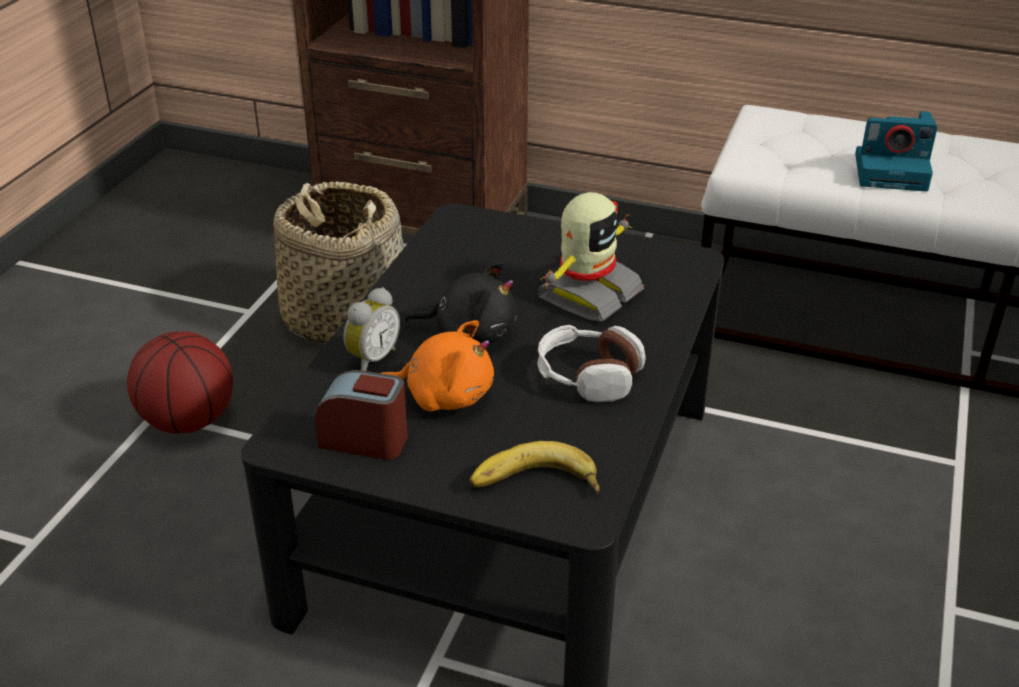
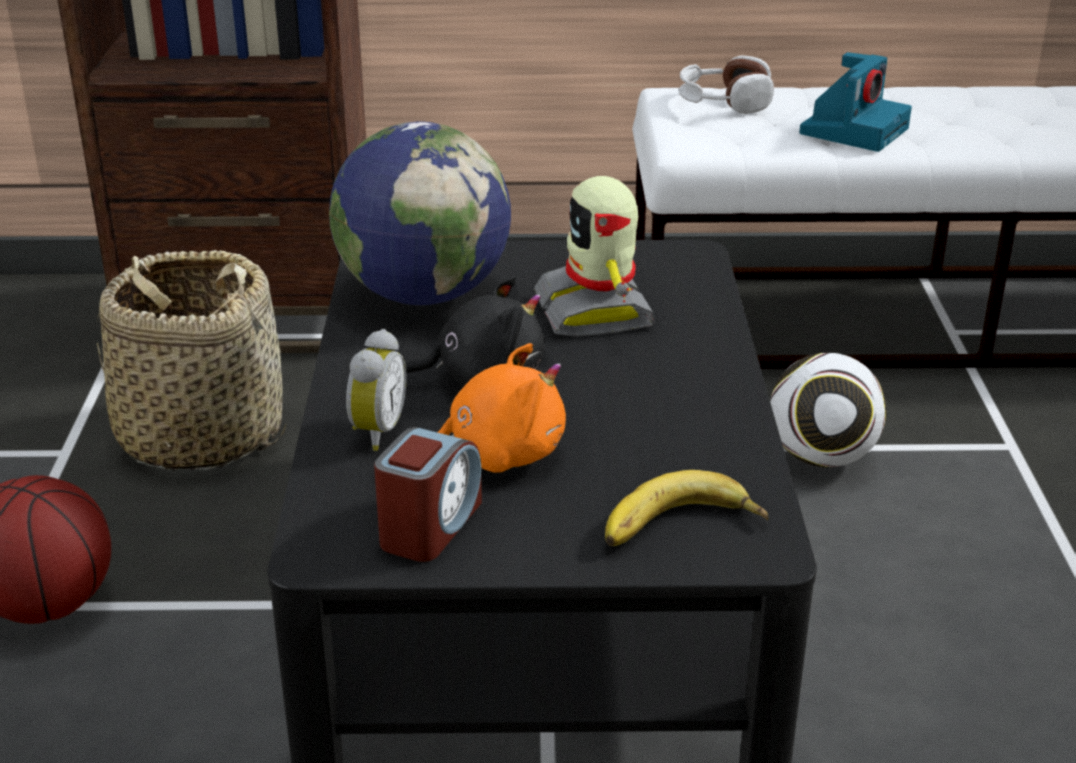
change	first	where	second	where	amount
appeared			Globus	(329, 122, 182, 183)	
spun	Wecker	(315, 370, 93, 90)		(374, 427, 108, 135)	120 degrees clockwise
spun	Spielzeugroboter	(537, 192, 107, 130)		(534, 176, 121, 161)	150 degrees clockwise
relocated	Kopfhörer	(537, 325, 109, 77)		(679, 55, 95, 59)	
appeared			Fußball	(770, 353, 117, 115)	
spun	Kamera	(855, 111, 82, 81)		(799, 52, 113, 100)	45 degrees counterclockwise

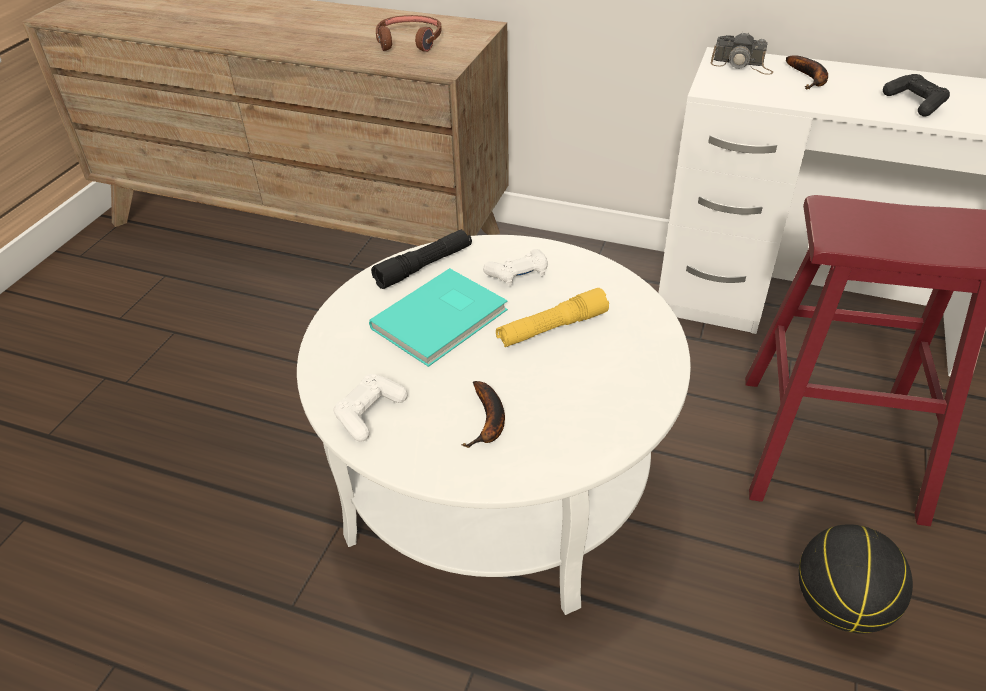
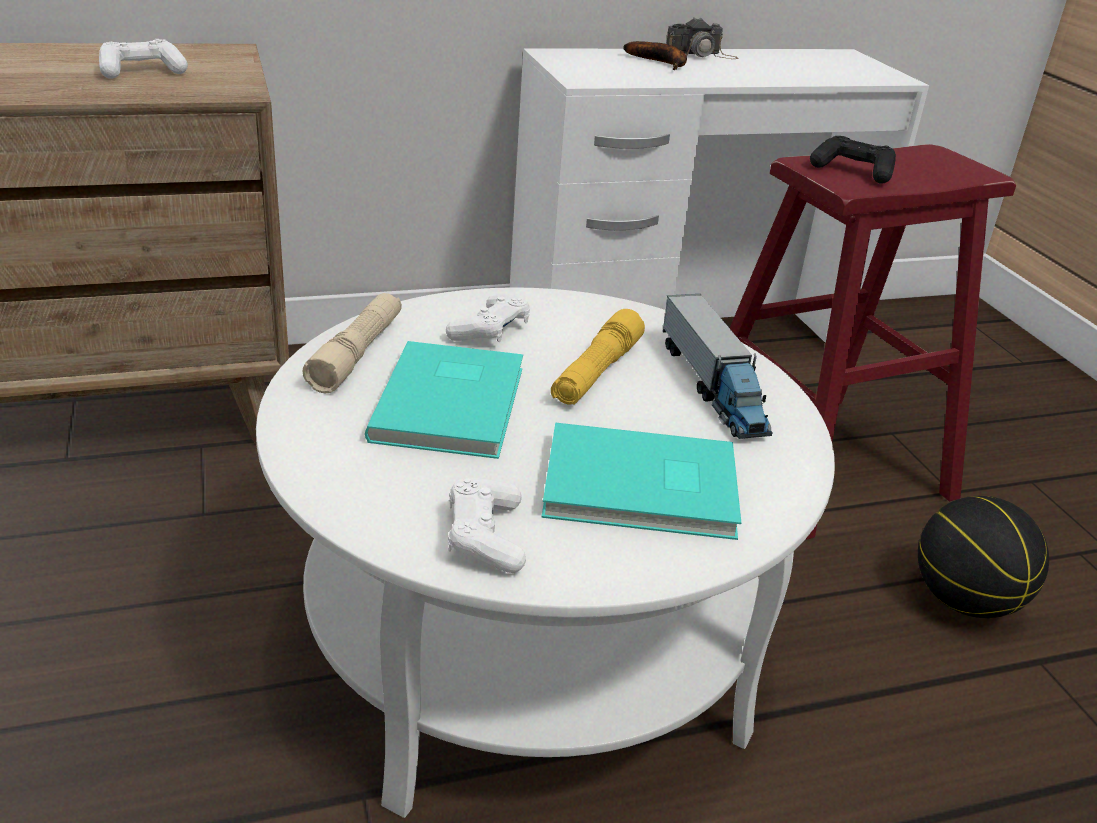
change	first	where	second	where	amount
exchanged	Kopfhörer/braun	(376, 15, 66, 37)	Gamepad/weiß	(99, 39, 89, 40)	
colour	Taschenlampe/schwarz	(371, 229, 101, 60)	Taschenlampe/beige	(303, 293, 99, 100)	
exchanged	Banane	(461, 381, 44, 67)	Buch/türkis	(541, 422, 200, 118)	
appeared			Spielzeuglaster	(663, 294, 110, 145)	
relocated	Kamera	(711, 32, 62, 43)		(667, 17, 72, 42)	
relocated	Gamepad/schwarz	(883, 74, 67, 42)		(810, 136, 86, 48)	

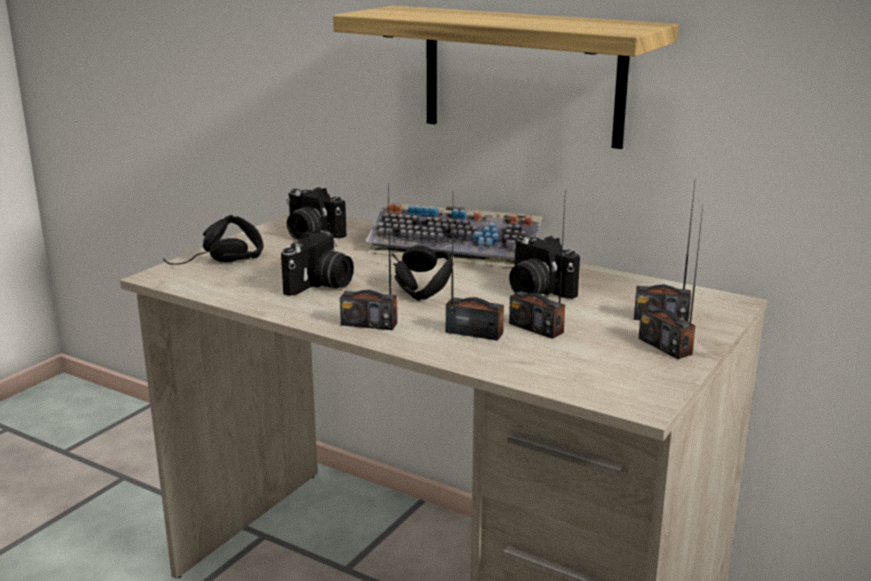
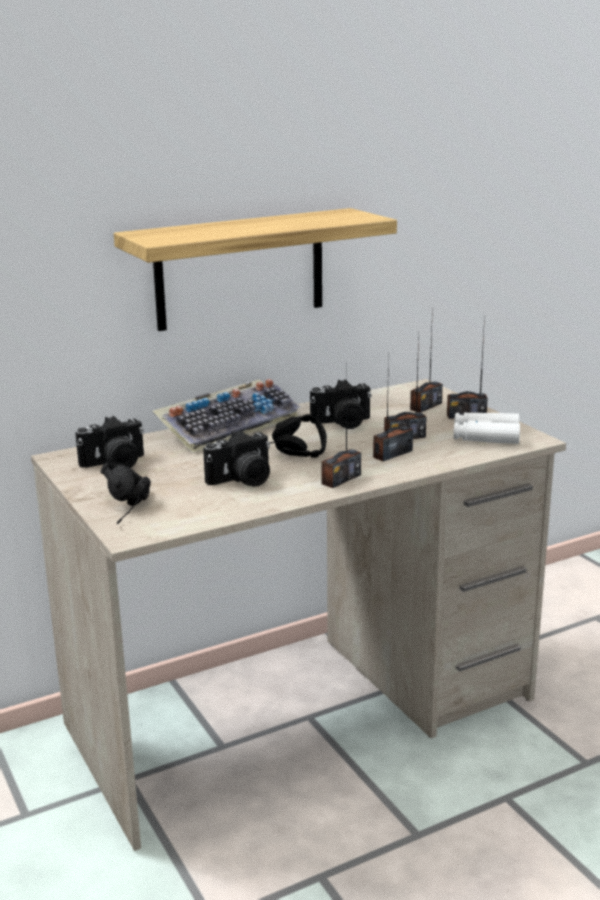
change	first	where	second	where	amount
spun	Kamera	(281, 230, 73, 66)		(203, 430, 67, 57)	90 degrees clockwise
appeared			Fernglas/weiß	(453, 412, 67, 32)	

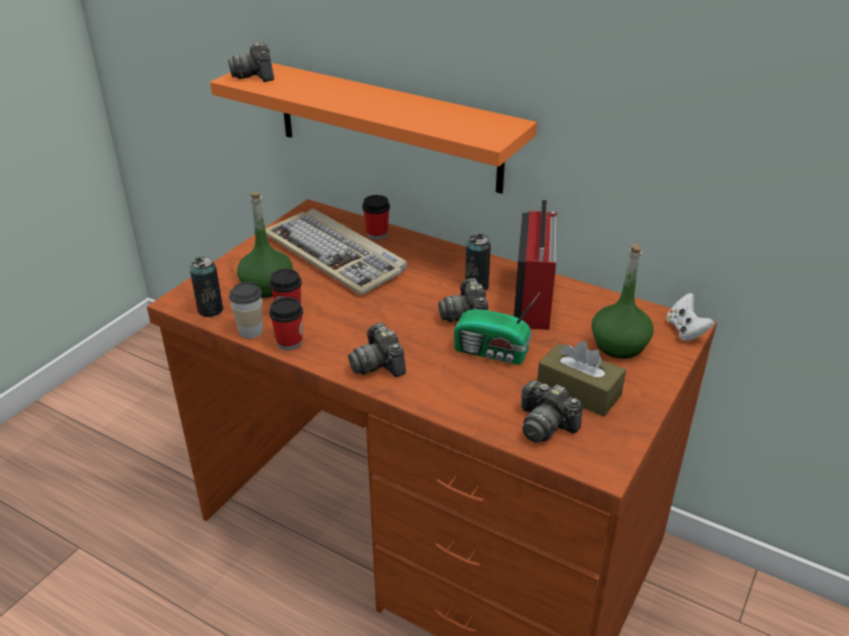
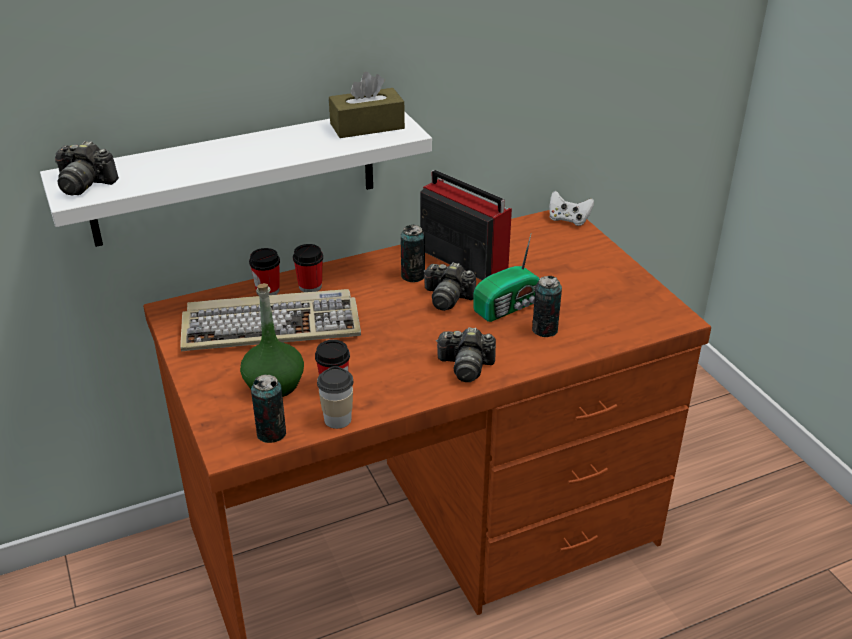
change	first	where	second	where	amount
colour	Wandregal/orange	(210, 63, 327, 131)	Wandregal/weiß	(40, 111, 392, 136)	
relocated	Tasse	(269, 297, 34, 53)		(293, 244, 30, 48)	
relocated	Taschentuchbox/braun	(537, 341, 89, 76)		(329, 72, 76, 66)	
appeared			Dose	(532, 276, 30, 61)	
missing	Kamera	(521, 380, 62, 63)			
missing	Flasche/grün	(592, 244, 61, 115)			

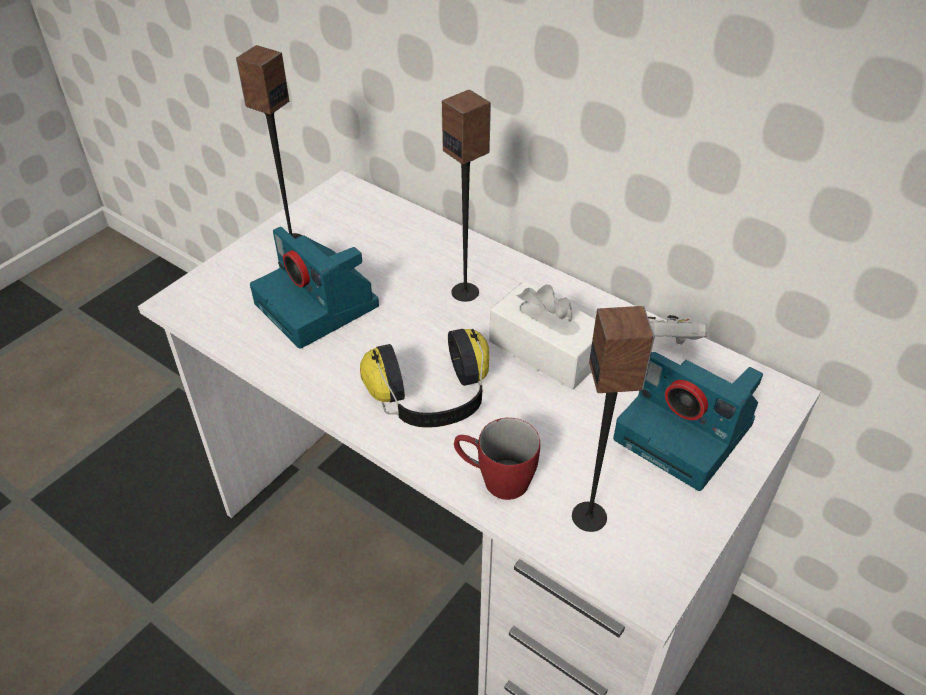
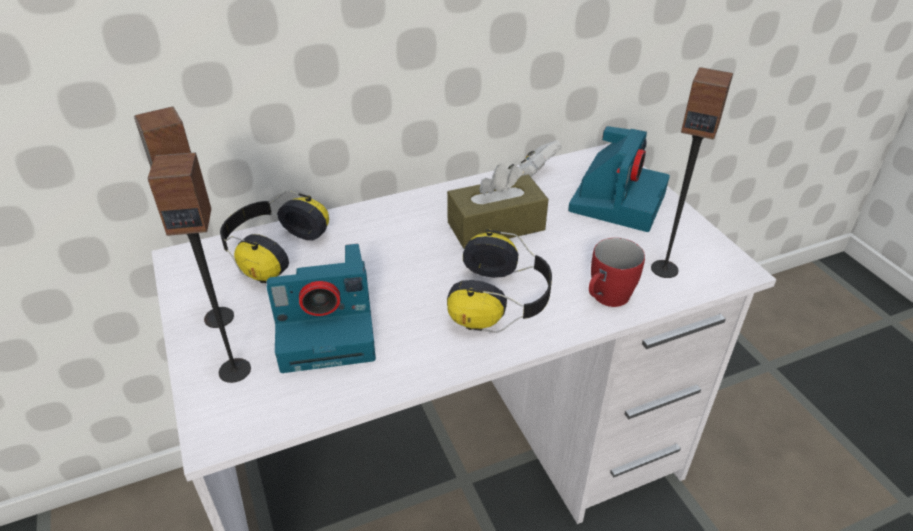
change	first	where	second	where	amount
relocated	Lautsprecher	(442, 90, 49, 212)		(148, 152, 103, 231)	
appeared			Kopfhörer	(220, 190, 109, 93)	
colour	Taschentuchbox/weiß	(489, 281, 106, 109)	Taschentuchbox/braun	(447, 164, 101, 85)	
spun	Kamera	(613, 352, 150, 139)		(568, 126, 102, 106)	45 degrees counterclockwise

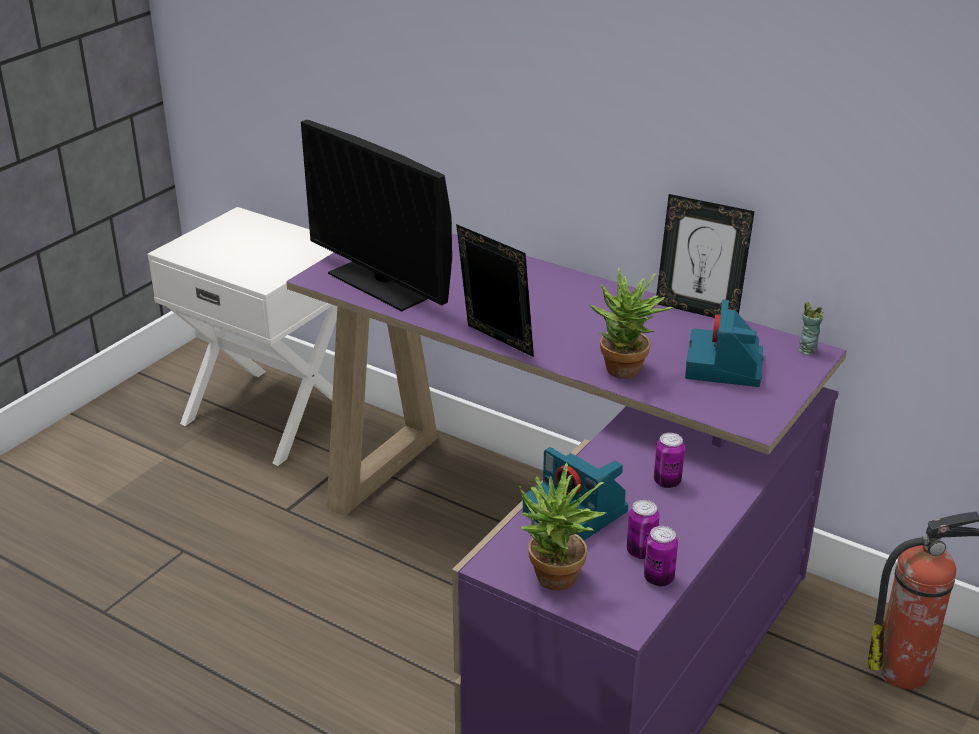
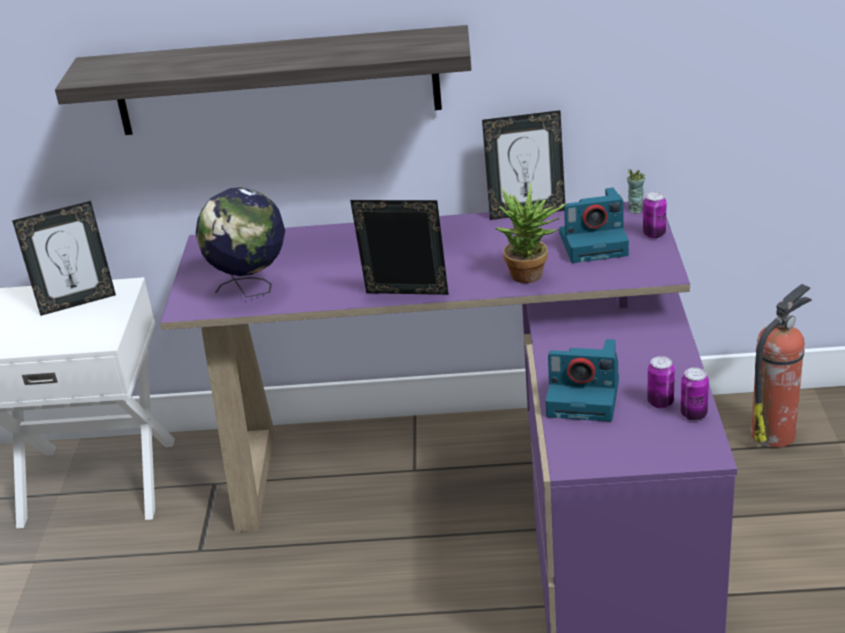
change	first	where	second	where	amount
appeared			Bilderrahmen	(12, 201, 104, 115)	
appeared			Wandregal	(55, 25, 416, 110)	
exchanged	Monitor	(301, 120, 151, 191)	Globus	(196, 187, 89, 111)	
spun	Kamera	(685, 299, 79, 88)		(559, 188, 70, 75)	75 degrees counterclockwise
relocated	Dose	(654, 433, 31, 55)		(643, 192, 23, 46)	
missing	Topfpflanze	(519, 463, 87, 128)			

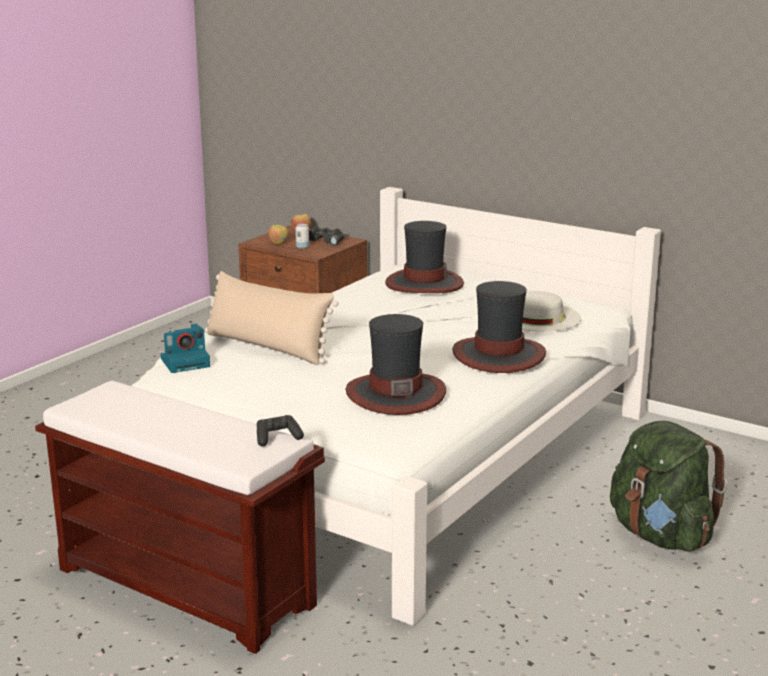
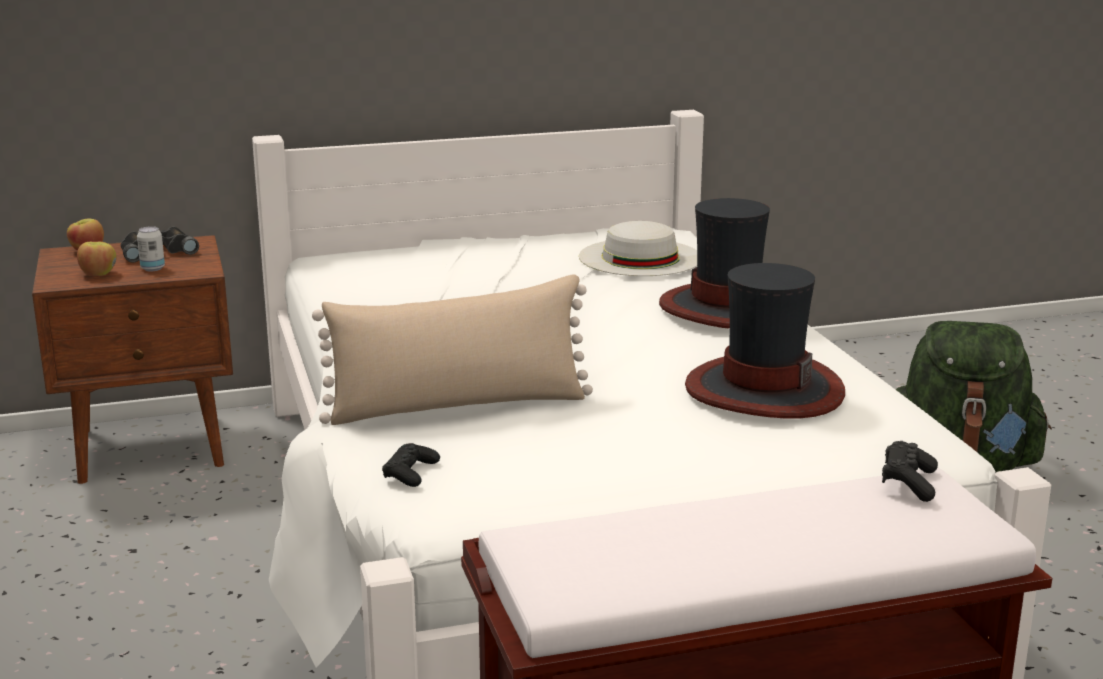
change	first	where	second	where	amount
exchanged	Kamera	(160, 324, 50, 49)	Gamepad/schwarz	(382, 443, 58, 44)	
missing	Hut	(385, 221, 79, 72)			

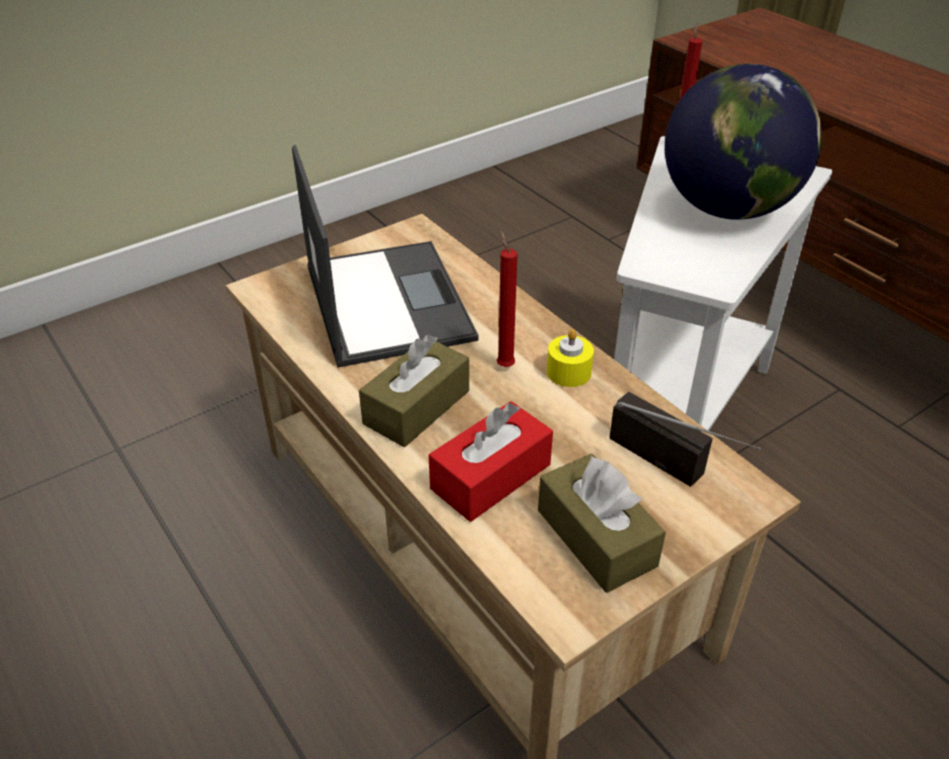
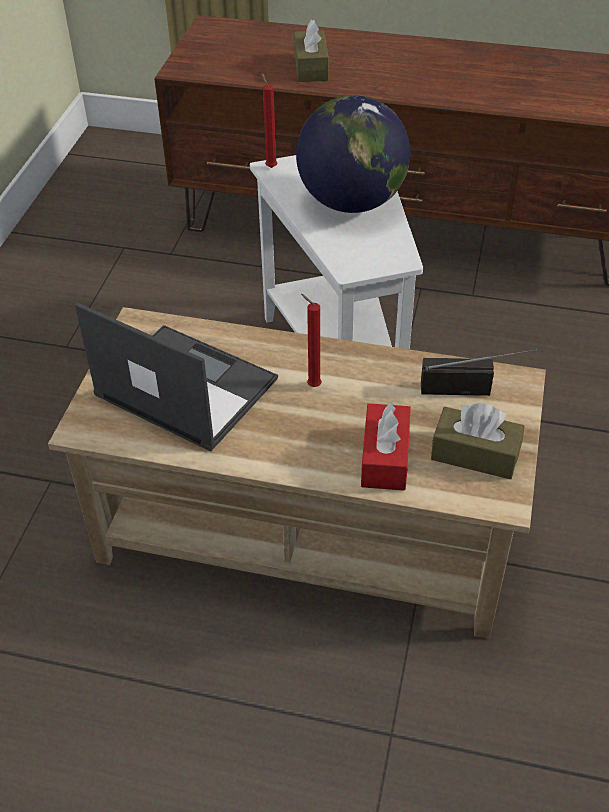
change	first	where	second	where	amount
relocated	Taschentuchbox/braun	(359, 334, 110, 113)		(294, 20, 35, 62)	
missing	Kerze/gelb	(547, 329, 47, 58)			

